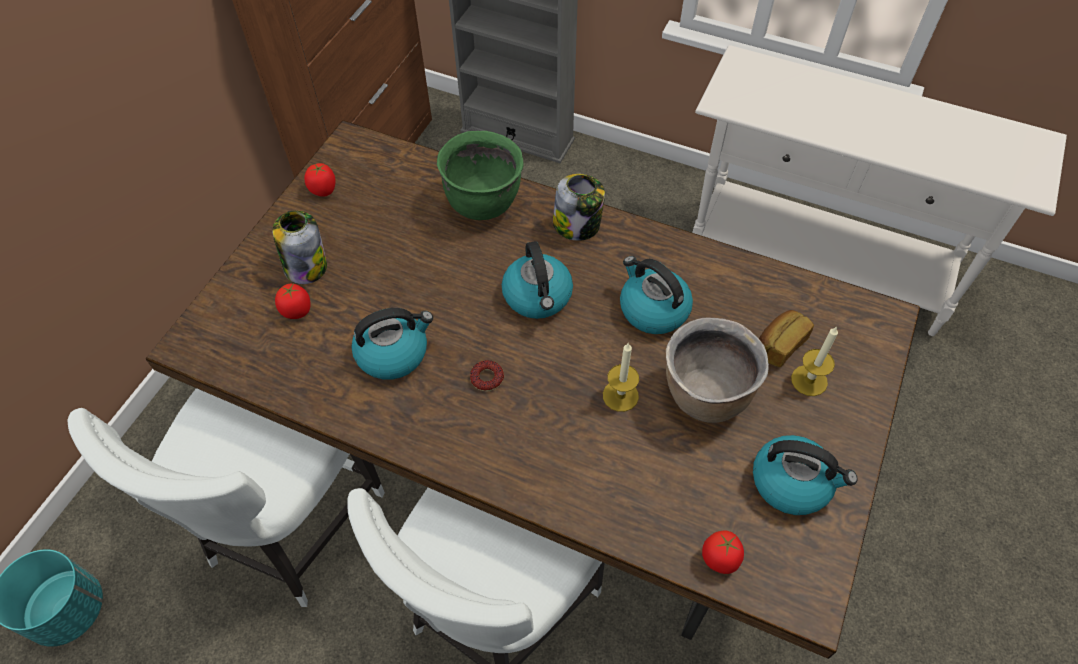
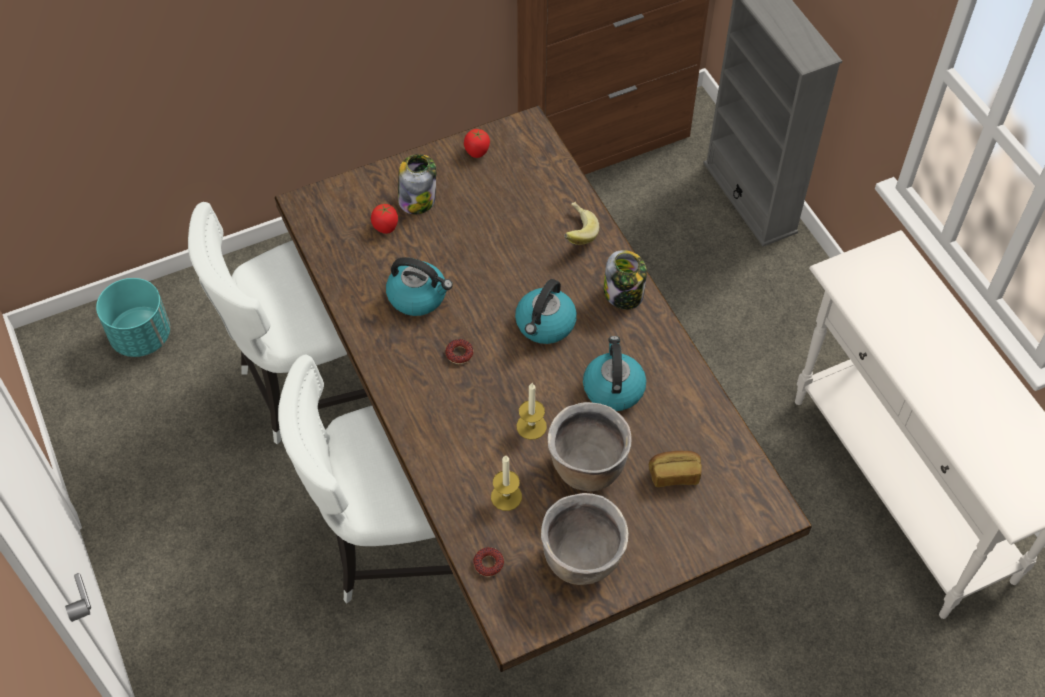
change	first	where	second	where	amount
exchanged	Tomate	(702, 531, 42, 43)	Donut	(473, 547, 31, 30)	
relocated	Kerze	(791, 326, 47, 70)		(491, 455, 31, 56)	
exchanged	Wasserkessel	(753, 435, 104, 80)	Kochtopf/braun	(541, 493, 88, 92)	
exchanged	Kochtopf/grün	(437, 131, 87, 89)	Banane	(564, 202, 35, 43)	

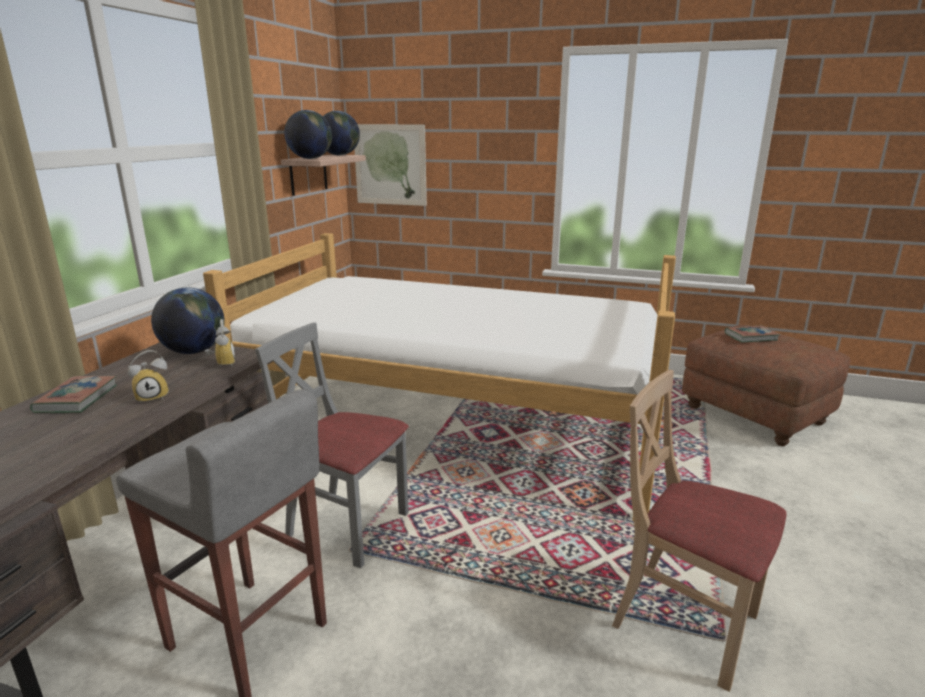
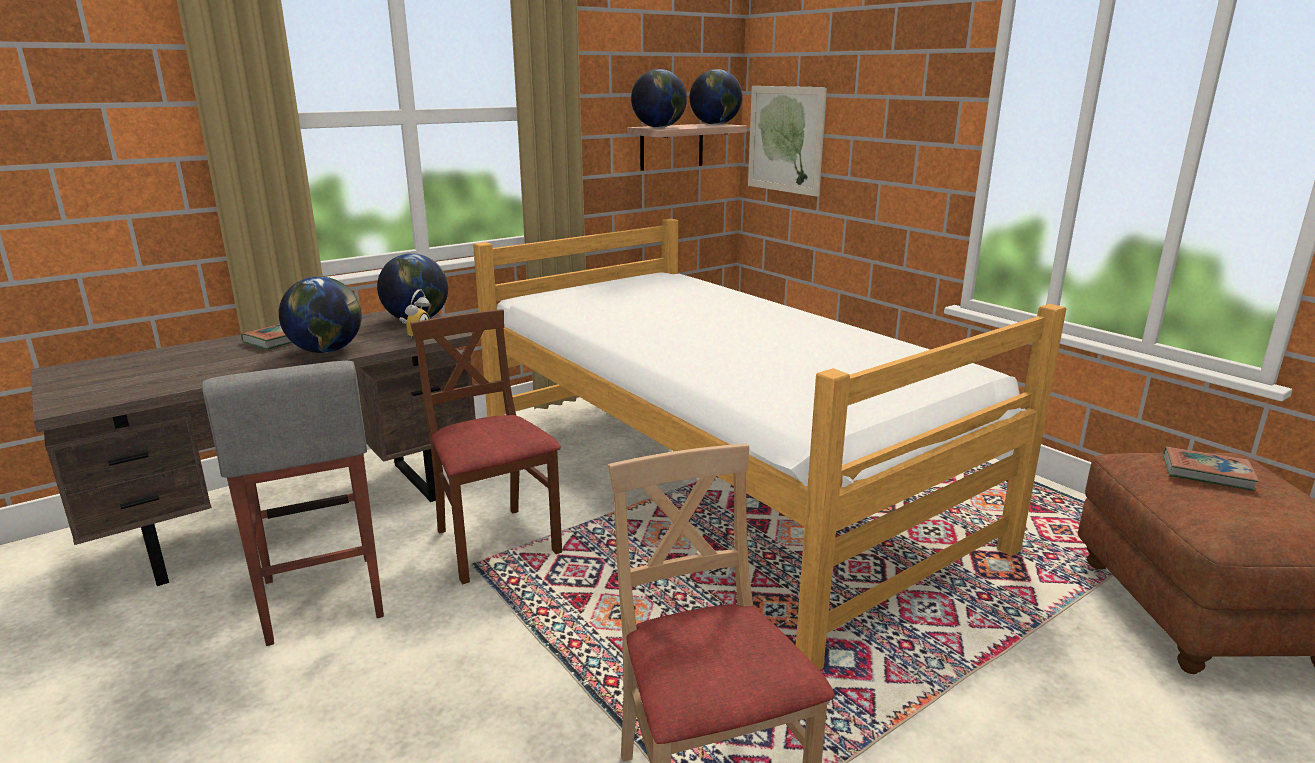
change	first	where	second	where	amount
exchanged	Wecker	(128, 350, 41, 54)	Globus	(279, 276, 83, 77)	
colour	Stuhl/grau	(255, 322, 154, 246)	Stuhl/braun	(410, 309, 152, 275)	

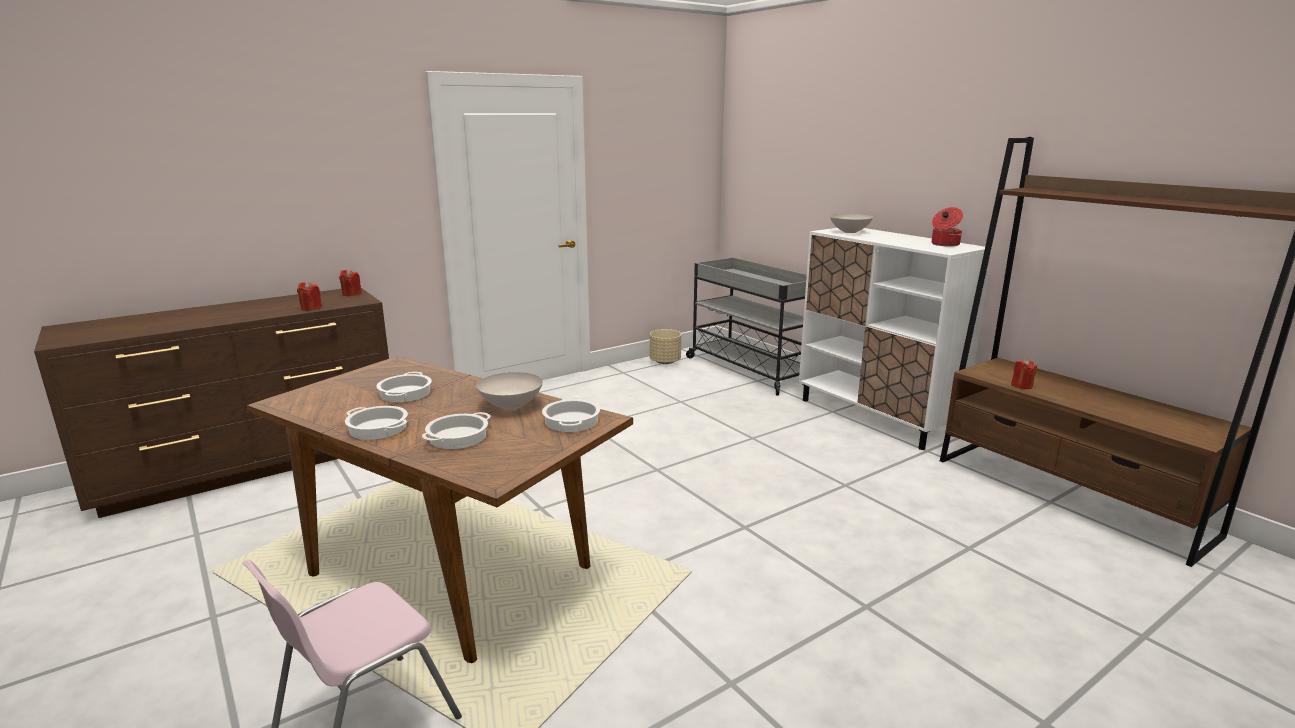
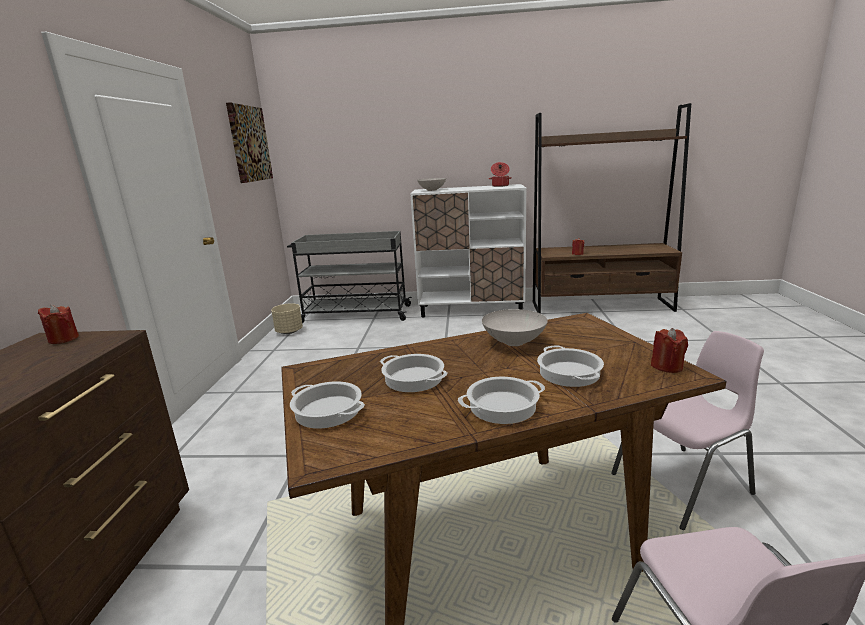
change	first	where	second	where	amount
appeared			Bild	(226, 102, 47, 81)	
relocated	Kochtopf	(542, 397, 58, 35)		(290, 381, 75, 48)	
appeared			Stuhl/rosa	(611, 331, 153, 199)	
relocated	Kerze/rot	(297, 282, 25, 29)		(651, 328, 37, 45)	

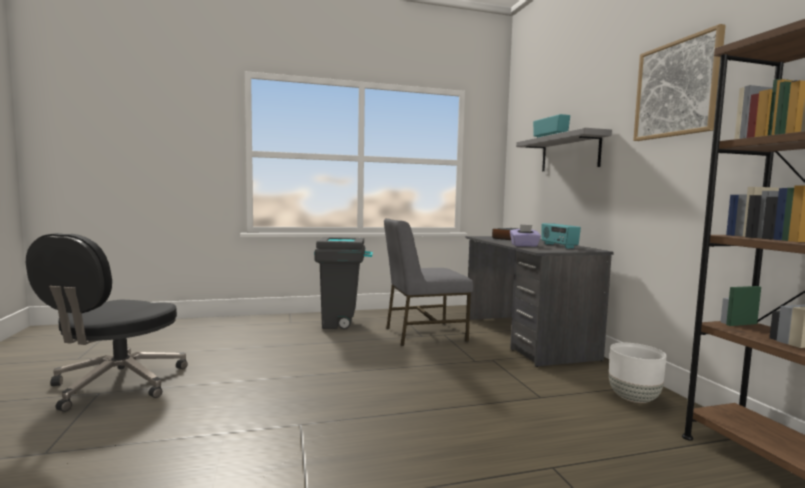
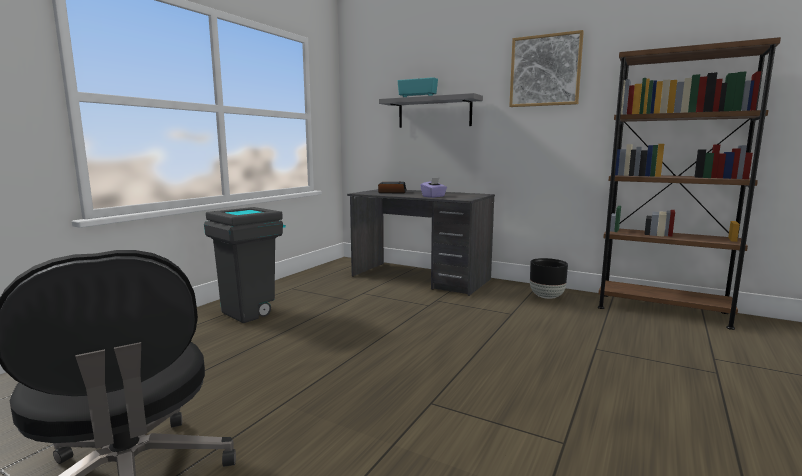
change	first	where	second	where	amount
colour	Pflanzkübel/weiß	(609, 343, 57, 60)	Pflanzkübel/schwarz	(530, 258, 38, 41)	
missing	Stuhl/grau	(384, 218, 89, 128)			
missing	Radio	(541, 223, 40, 26)			

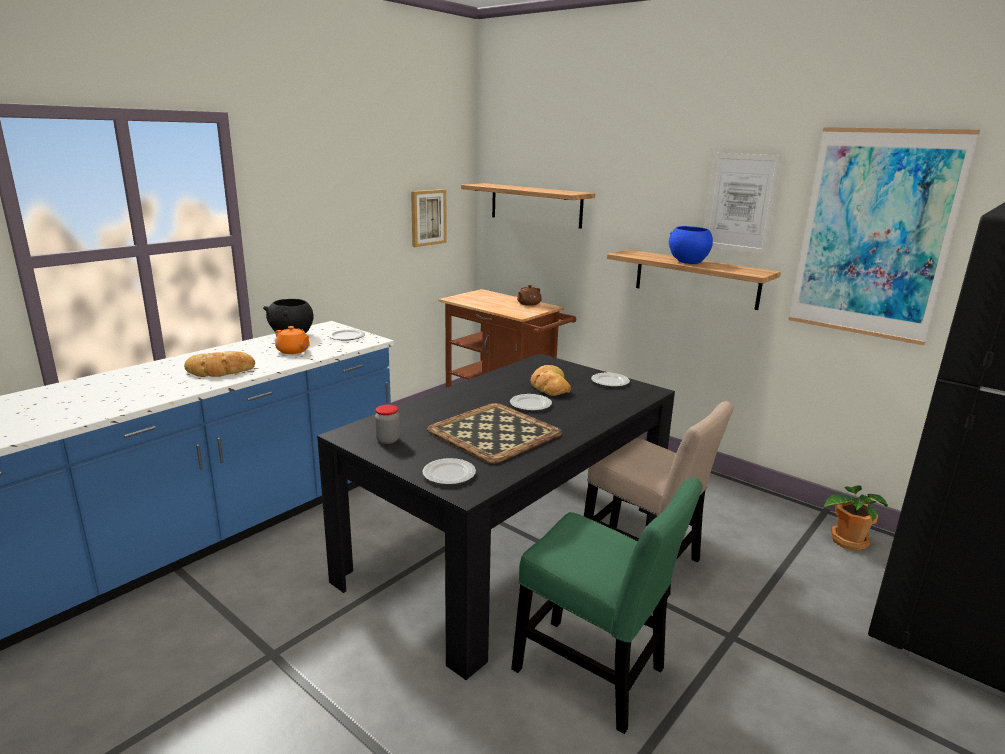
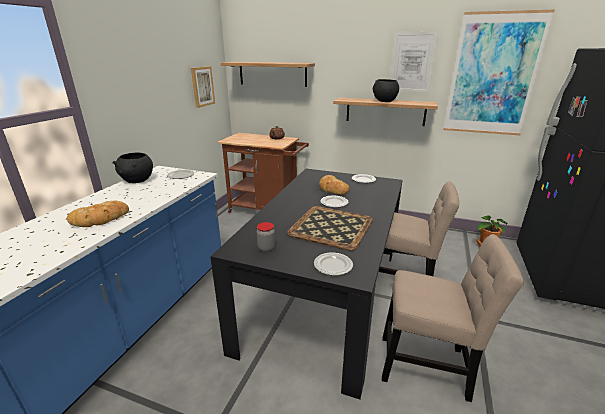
change	first	where	second	where	amount
colour	Schüssel/blau	(669, 226, 44, 38)	Schüssel/schwarz	(373, 79, 26, 23)	
colour	Stuhl/grün	(511, 477, 192, 257)	Stuhl/beige	(382, 234, 142, 168)	
missing	Teekanne/orange	(275, 326, 35, 28)			

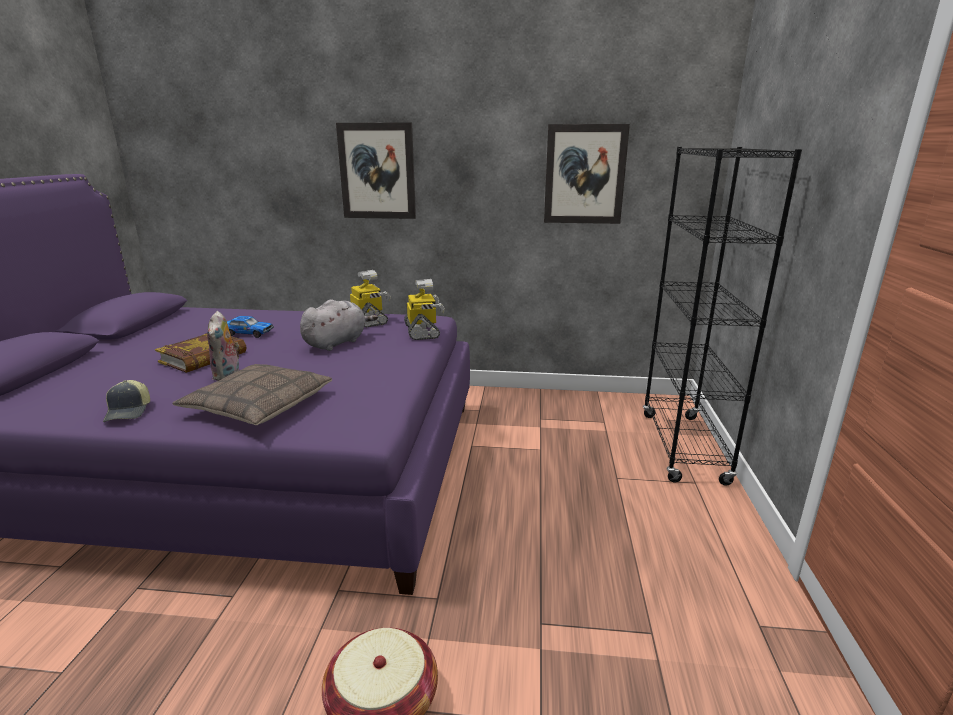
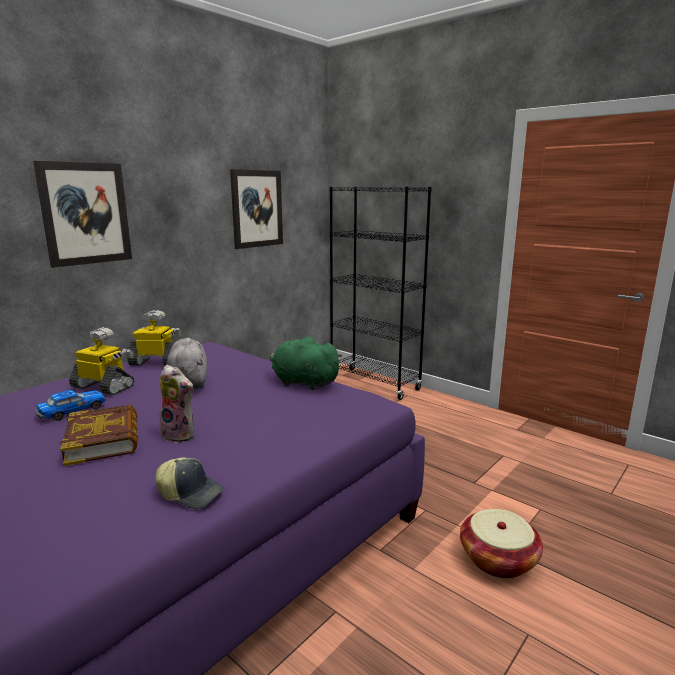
change	first	where	second	where	amount
relocated	Spielzeugroboter	(404, 279, 41, 61)		(69, 327, 65, 68)	
appeared			Plüschtier/grün	(270, 337, 72, 53)	
missing	Kissen	(172, 364, 160, 61)			

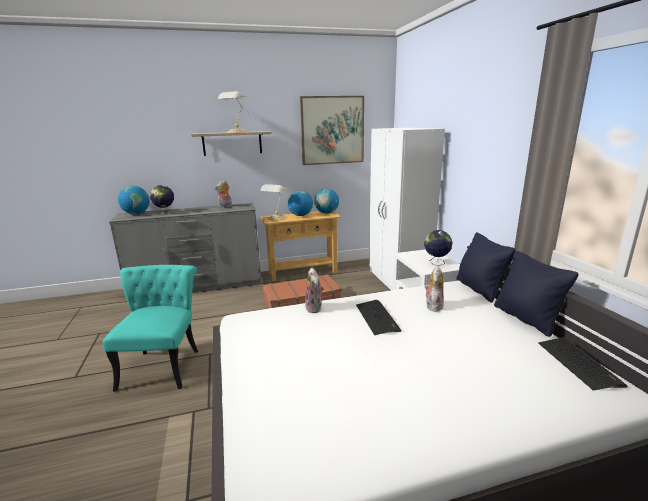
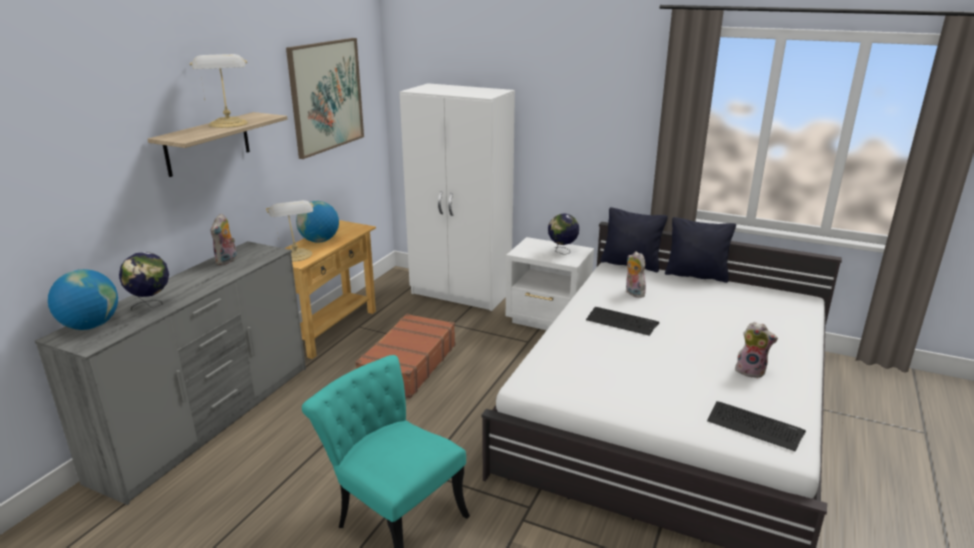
change	first	where	second	where	amount
relocated	Tastatur	(538, 337, 89, 53)		(707, 401, 99, 50)	
relocated	Plüschtier	(305, 268, 19, 45)		(735, 322, 43, 56)	
missing	Globus	(314, 189, 25, 25)			

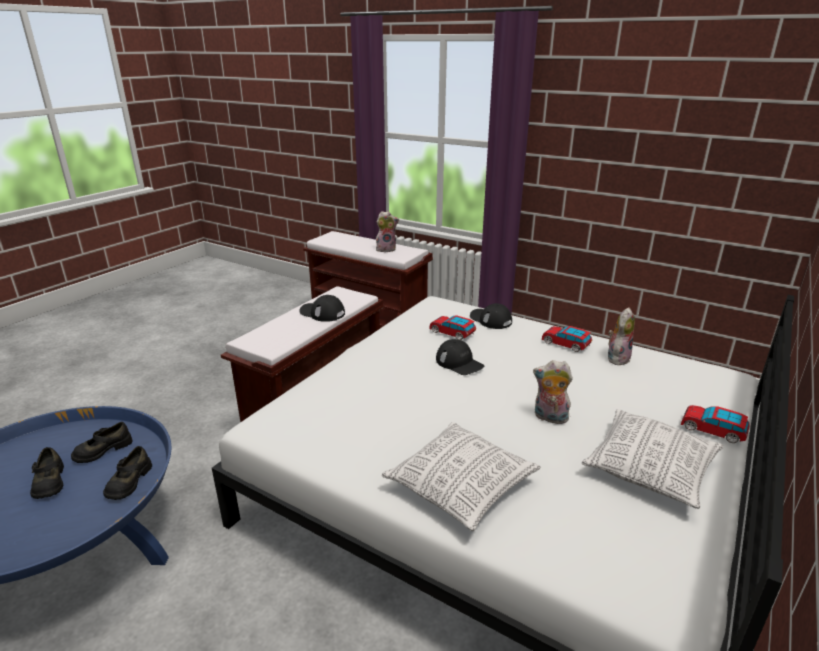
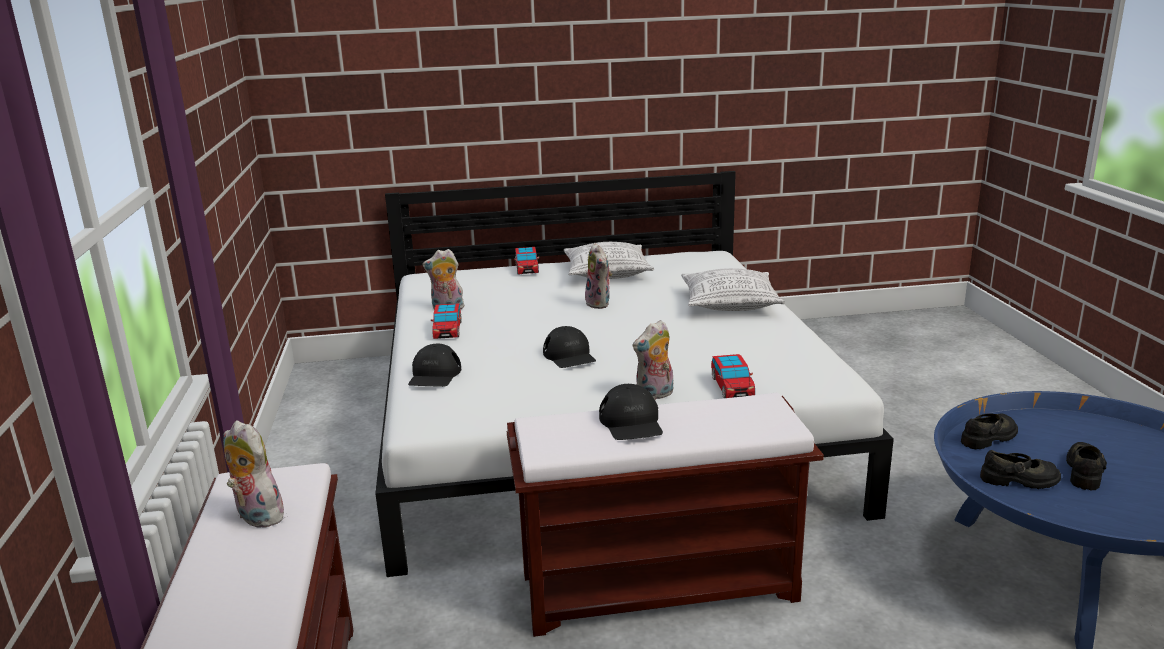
change	first	where	second	where	amount
spun	Kappe/schwarz	(436, 339, 48, 36)		(543, 326, 53, 42)	150 degrees clockwise
appeared			Plüschtier	(633, 320, 40, 80)	
relocated	Spielzeugauto	(430, 315, 46, 25)		(711, 354, 44, 44)	

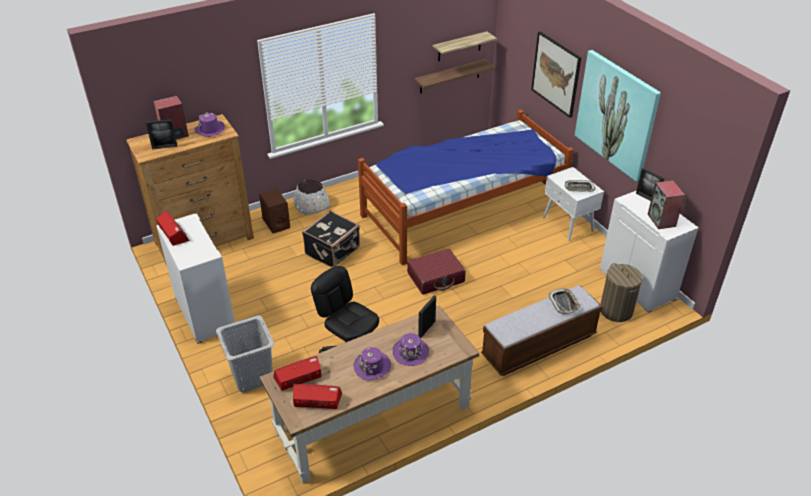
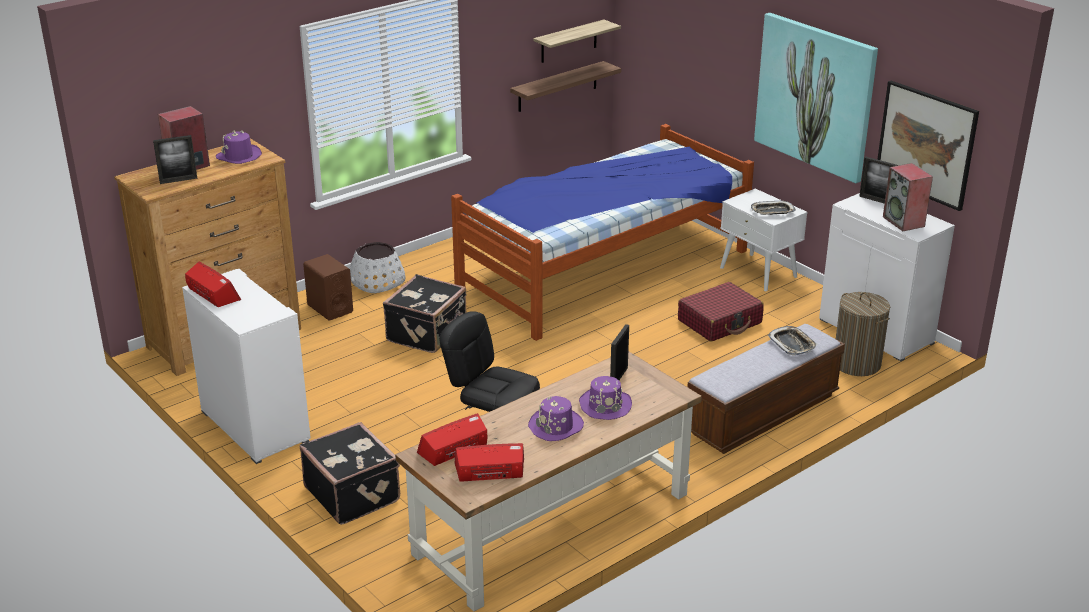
change	first	where	second	where	amount
exchanged	Wäschekorb/grau	(216, 316, 58, 77)	Koffer/schwarz	(300, 422, 100, 103)	
relocated	Koffer/rot	(407, 249, 59, 45)		(678, 282, 86, 60)	
relocated	Bild	(531, 31, 51, 87)		(877, 81, 102, 130)	

